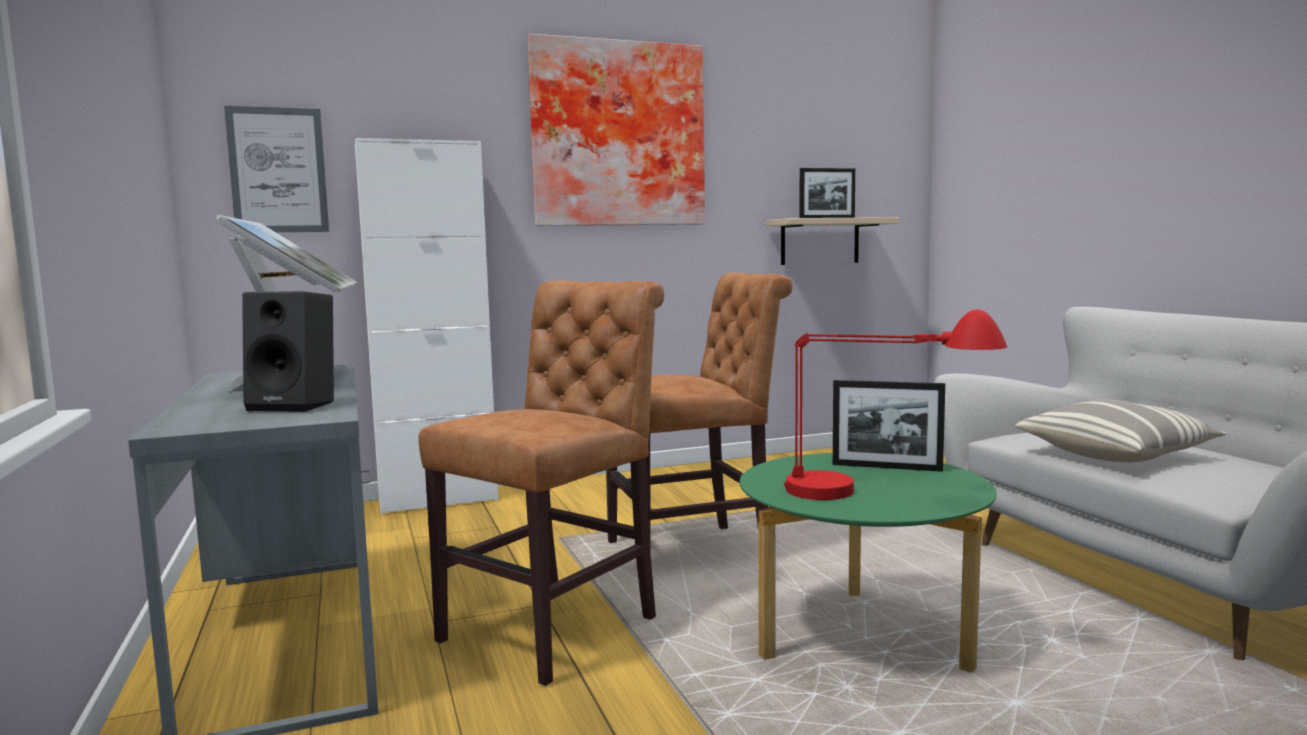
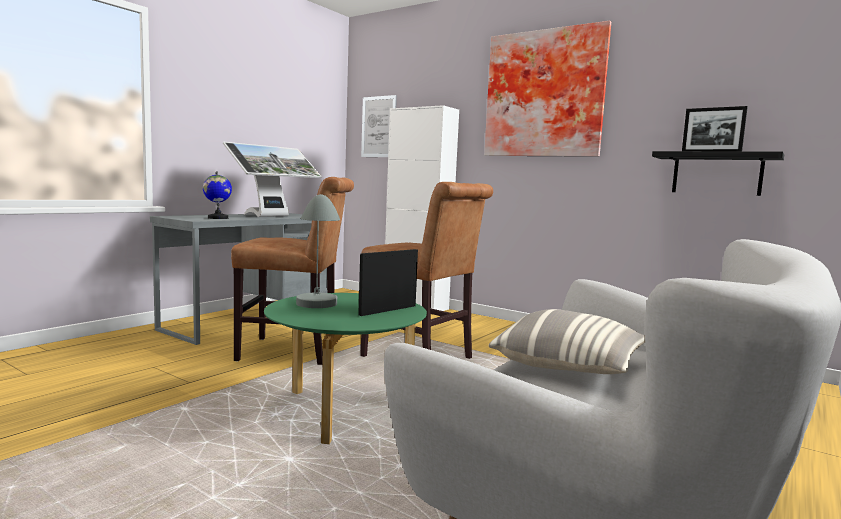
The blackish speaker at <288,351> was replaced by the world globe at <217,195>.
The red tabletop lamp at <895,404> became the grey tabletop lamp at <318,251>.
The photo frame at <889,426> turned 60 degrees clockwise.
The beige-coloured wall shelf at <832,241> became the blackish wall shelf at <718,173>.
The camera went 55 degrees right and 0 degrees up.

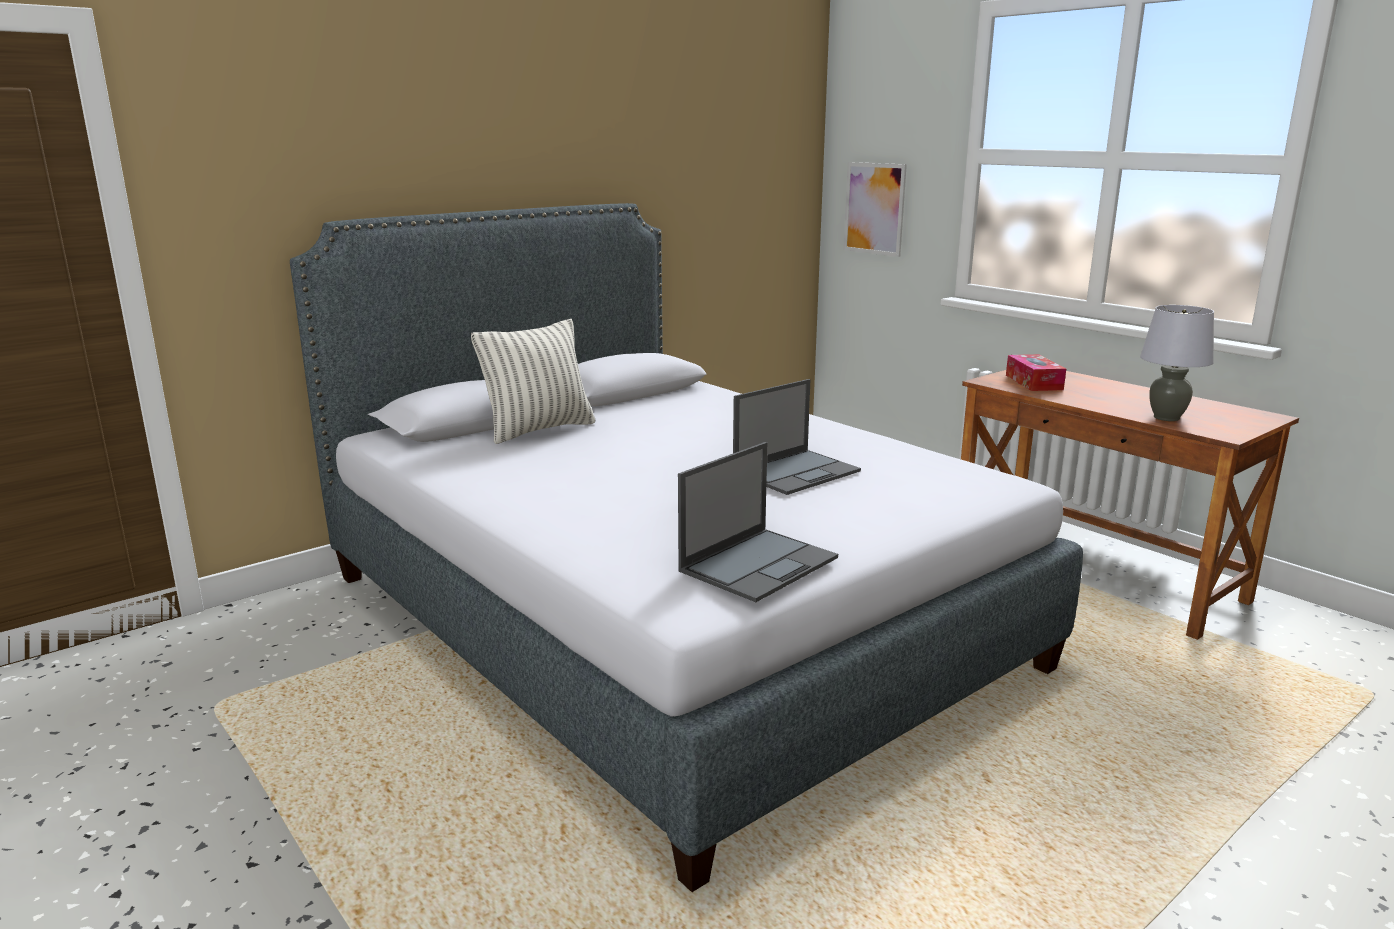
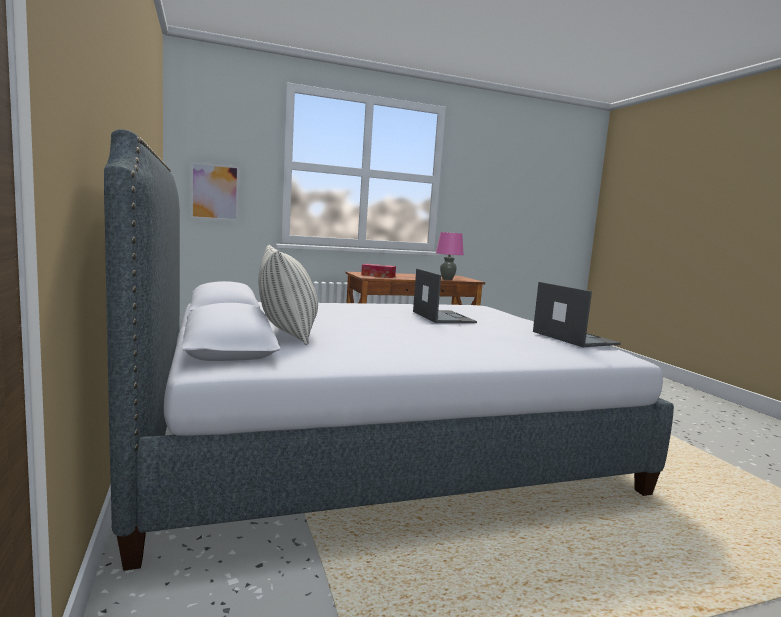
The grey tabletop lamp at <1177,363> became the pinkish tabletop lamp at <450,256>.
The camera went 70 degrees left and 10 degrees down.

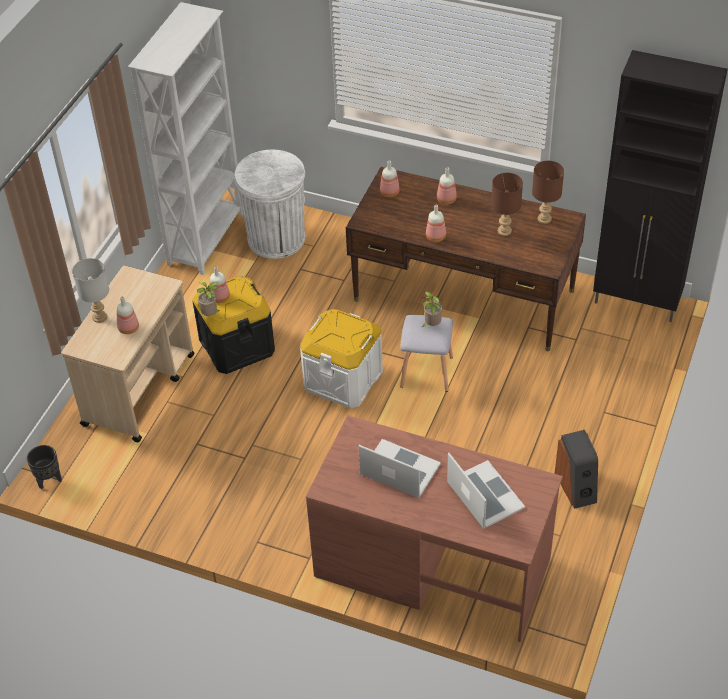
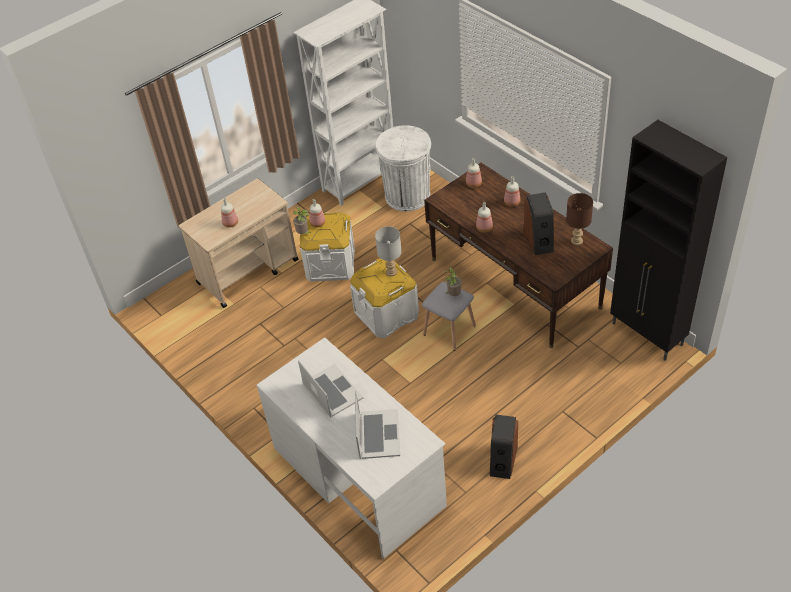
The brown-coloured desk at <434,528> became the white desk at <351,448>.
The blackish storage container at <233,325> became the white storage container at <327,247>.
The grey tabletop lamp moved from <90,290> to <388,251>.
The brown-coloured tabletop lamp at <507,204> was replaced by the speaker at <539,223>.
The blackish planter at <44,467> disappeared.
The camera went 30 degrees right and 0 degrees up.

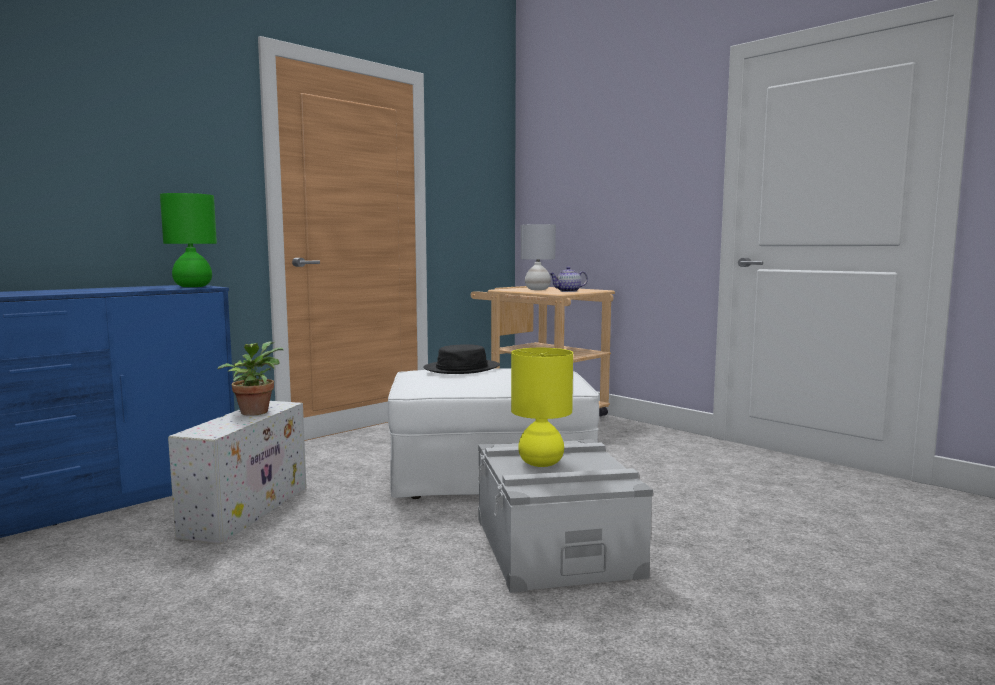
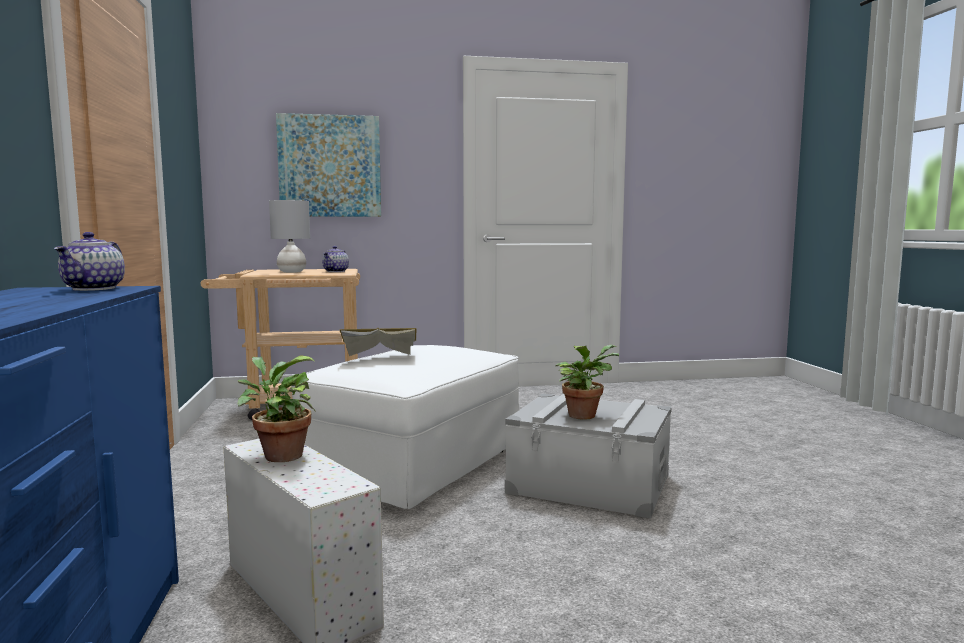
The greenish tabletop lamp at <188,240> was replaced by the pot for tea at <89,261>.
The wall picture at <328,165> appeared.
The blackish clothing hat at <461,359> was replaced by the volume at <377,342>.
The yellowish tabletop lamp at <542,407> was replaced by the houseplant at <587,382>.
The camera went 55 degrees left and 0 degrees up.

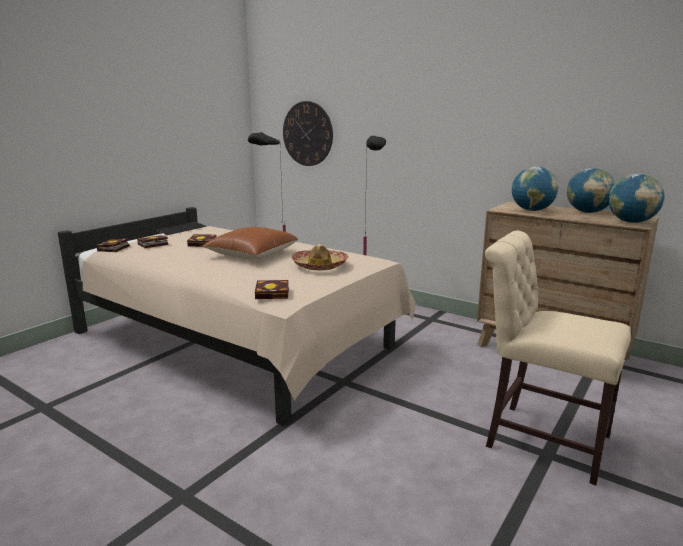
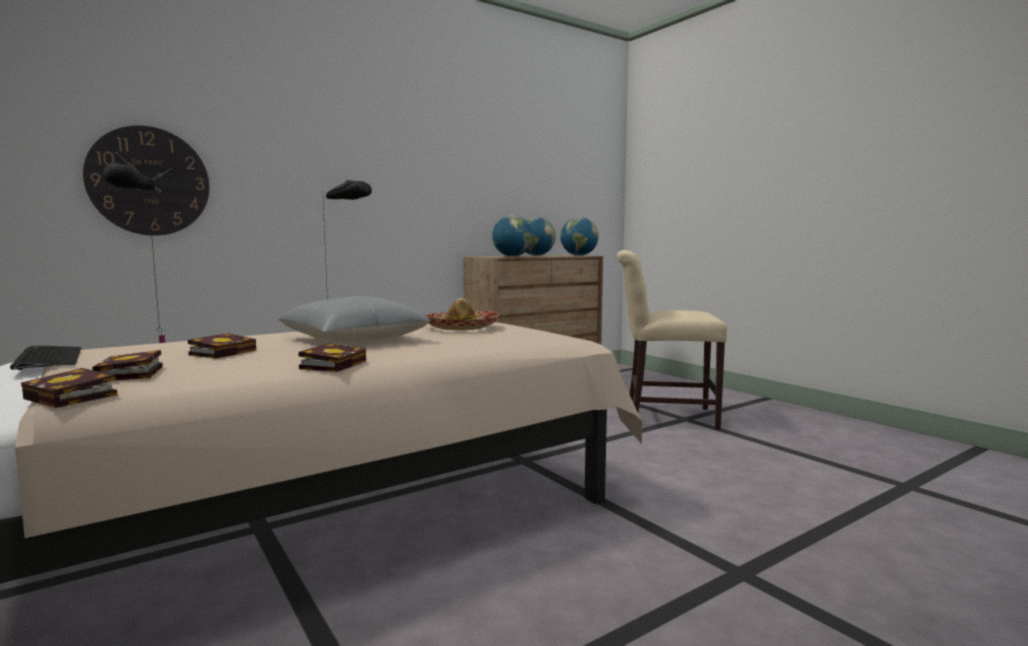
The brown-coloured throw pillow at <250,243> became the grey throw pillow at <354,320>.
The volume moved from <272,289> to <332,357>.
The beige-coloured plain chair at <558,357> turned 45 degrees clockwise.
The camera went 70 degrees left and 10 degrees down.

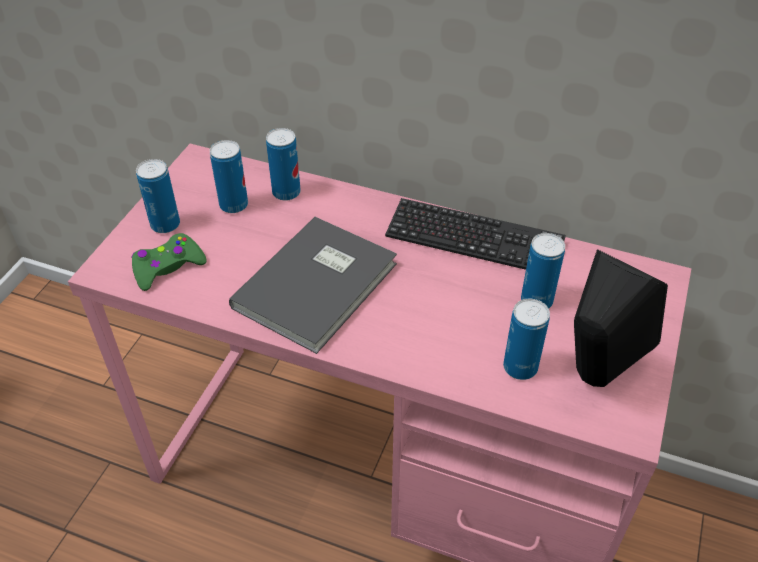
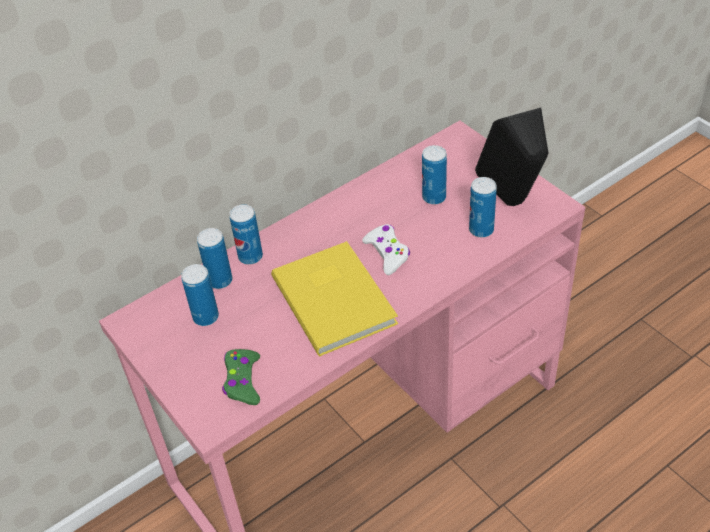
The metal can moved from <158,196> to <246,234>.
The grey volume at <313,285> became the yellowish volume at <334,299>.
The white gamepad at <386,249> appeared.
The PC keyboard at <475,234> disappeared.
The camera went 55 degrees left and 0 degrees up.

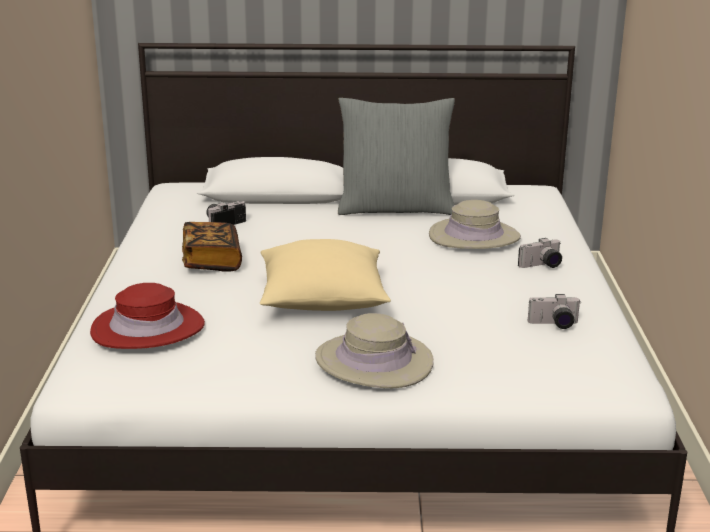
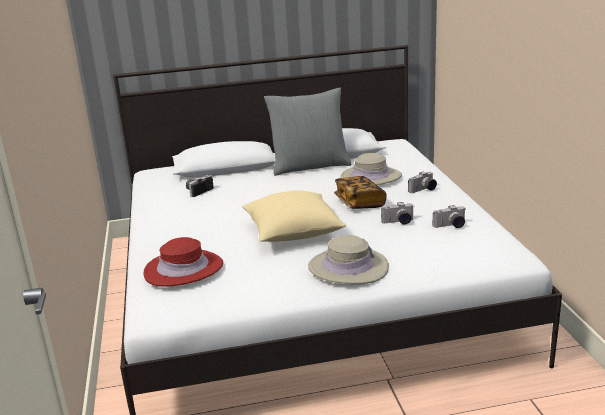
The volume moved from <212,247> to <360,192>.
The still camera at <397,213> appeared.
The camera went 10 degrees left and 0 degrees up.

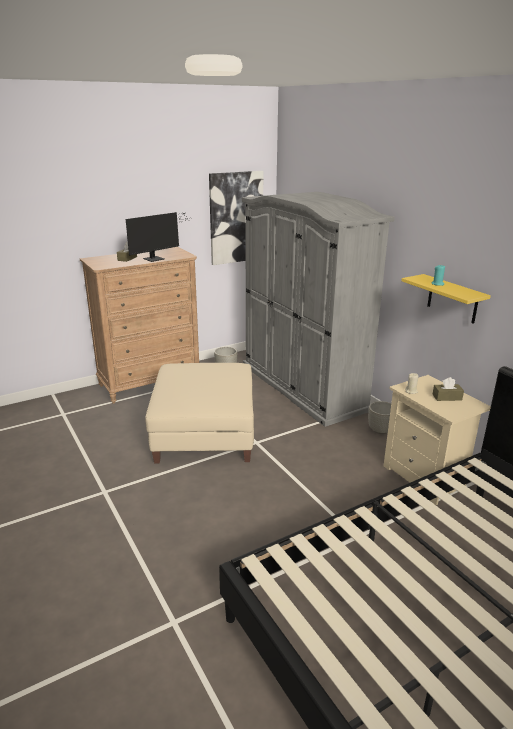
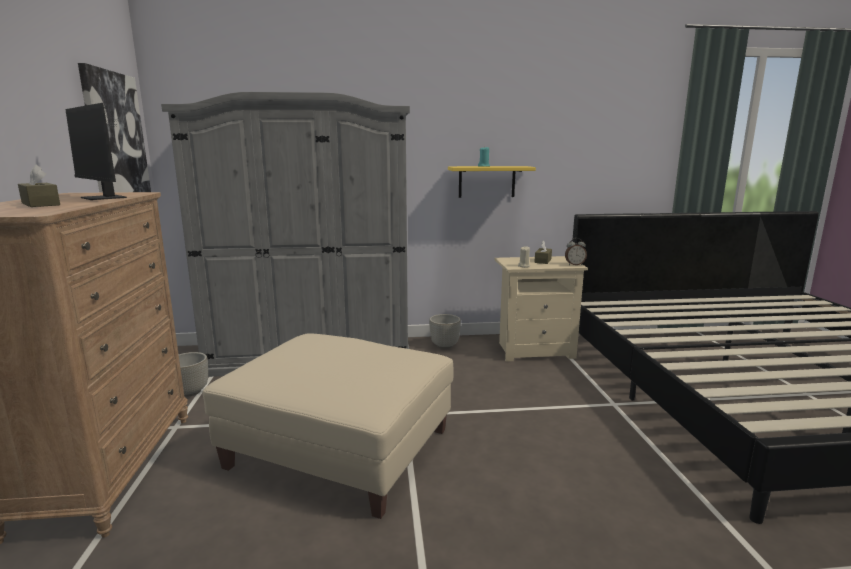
The computer screen at <157,237> turned 150 degrees clockwise.
The alarm clock at <576,251> appeared.
The camera went 65 degrees left and 10 degrees down.

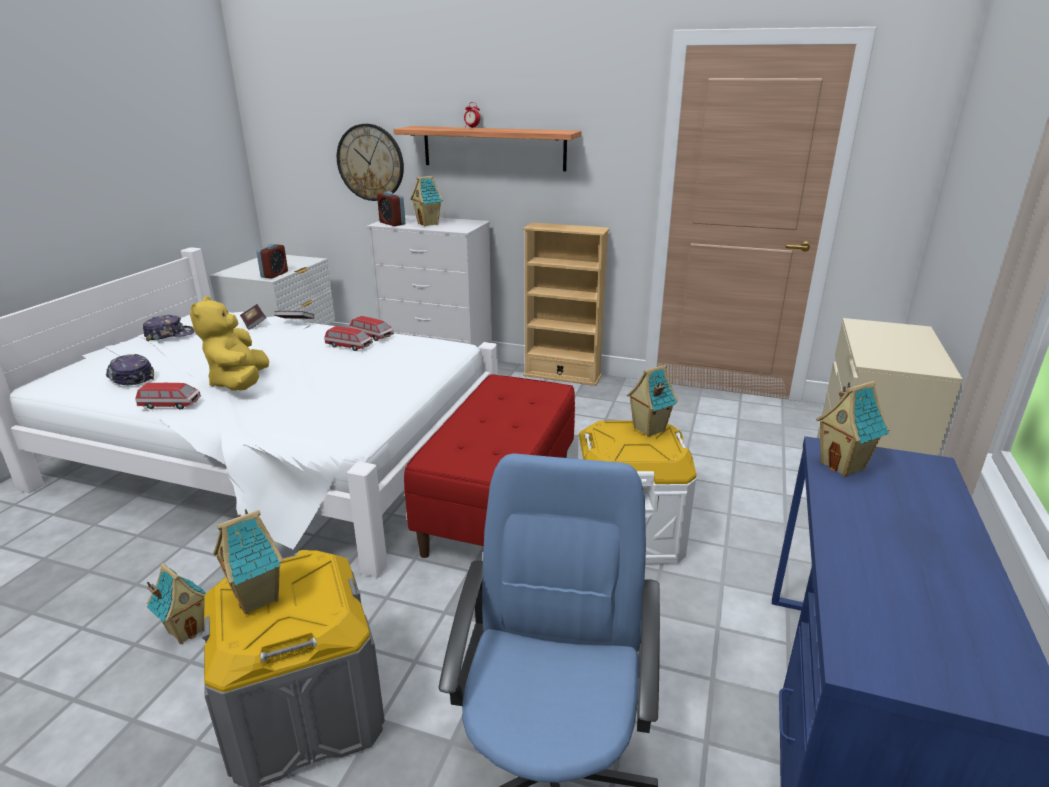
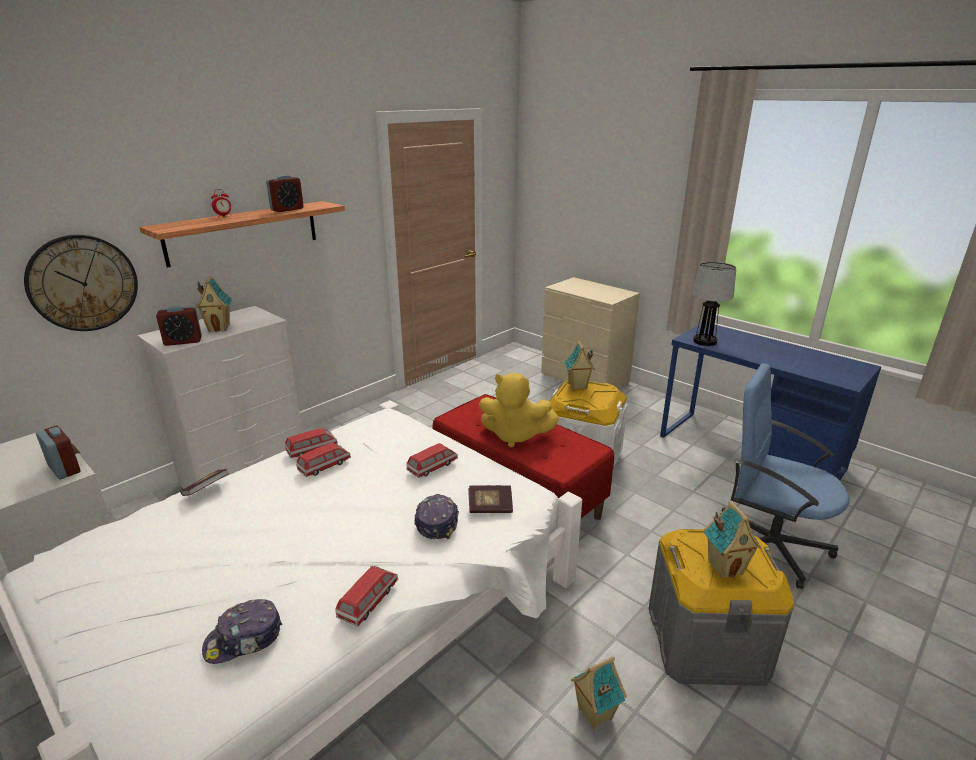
The alarm clock at <285,193> appeared.
The toy car at <432,460> appeared.
The cap moved from <168,328> to <437,517>.
The volume moved from <253,317> to <490,499>.
The yellowish plush toy moved from <229,343> to <519,410>.
The miniature house at <853,429> was replaced by the tabletop lamp at <714,304>.
The beige-coloured bookcase at <566,304> disappeared.
The camera went 65 degrees left and 0 degrees up.

